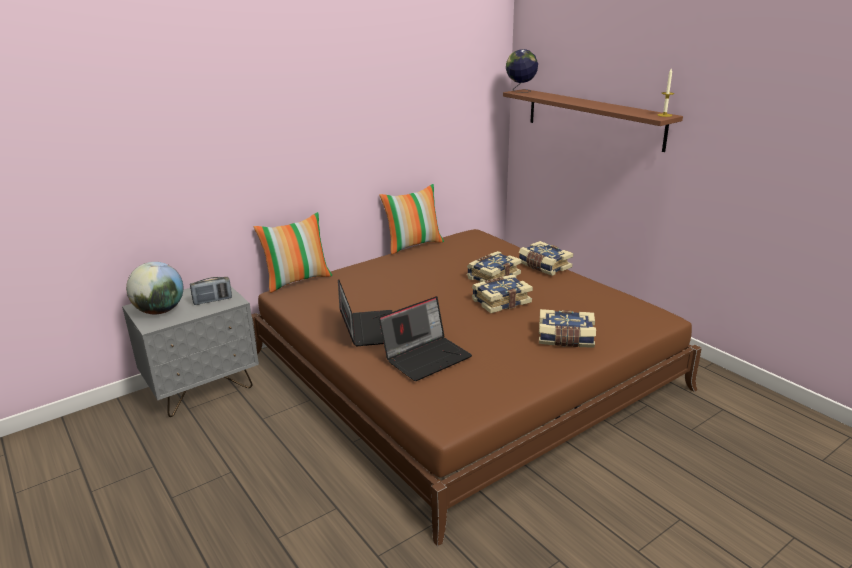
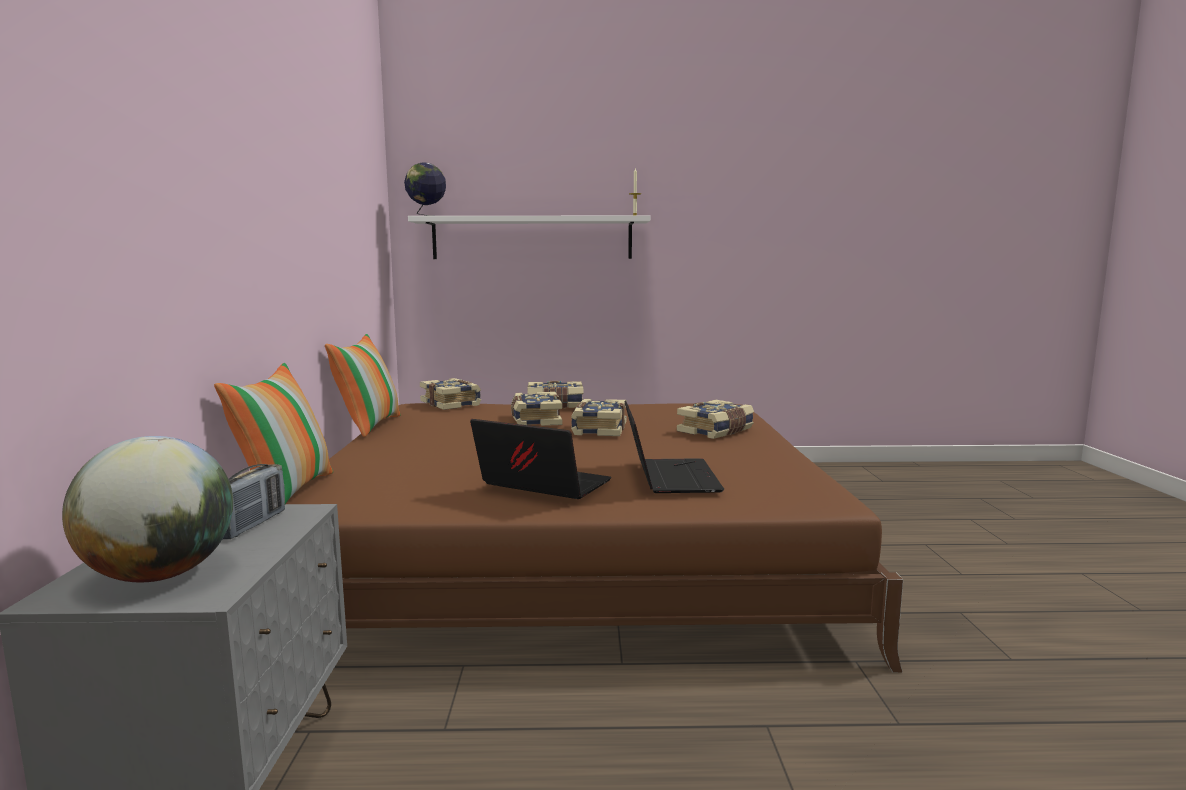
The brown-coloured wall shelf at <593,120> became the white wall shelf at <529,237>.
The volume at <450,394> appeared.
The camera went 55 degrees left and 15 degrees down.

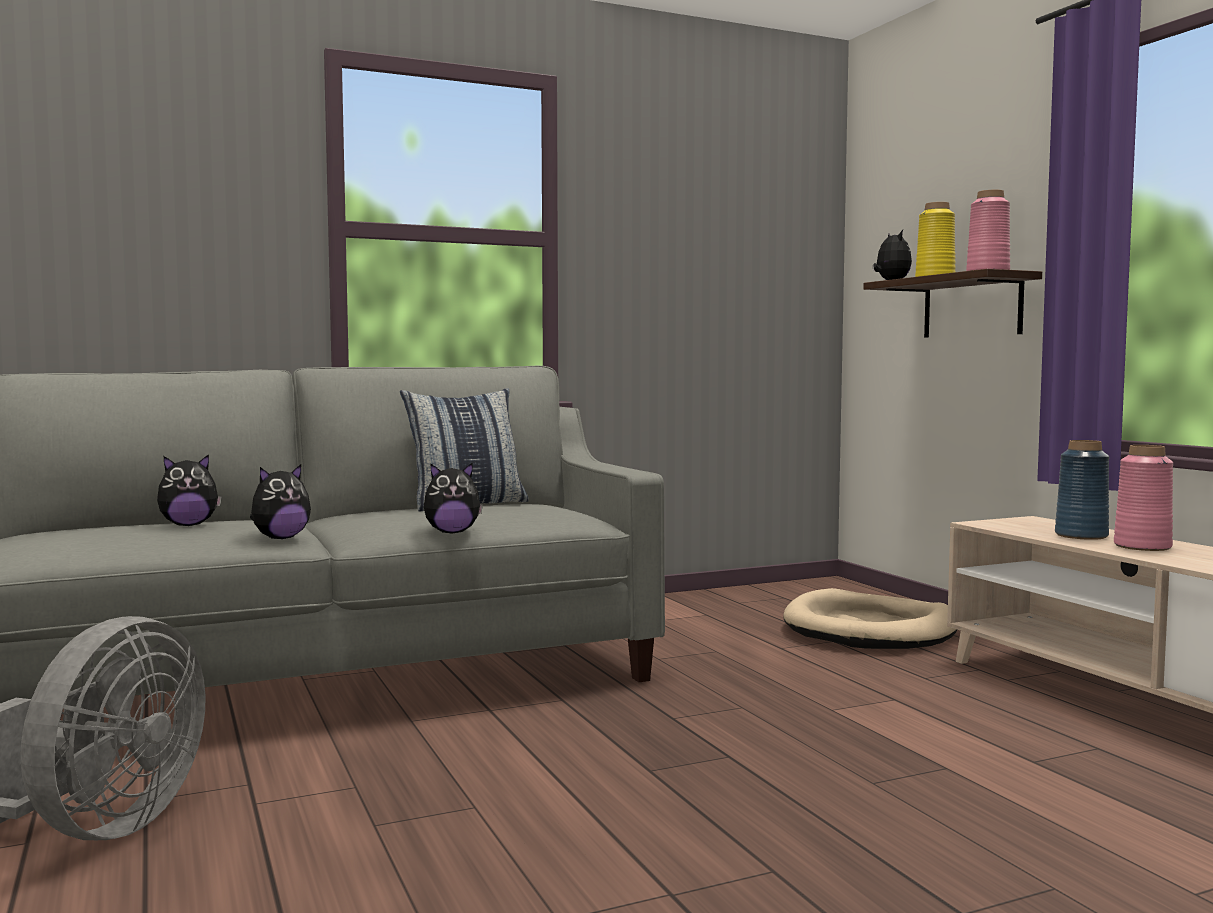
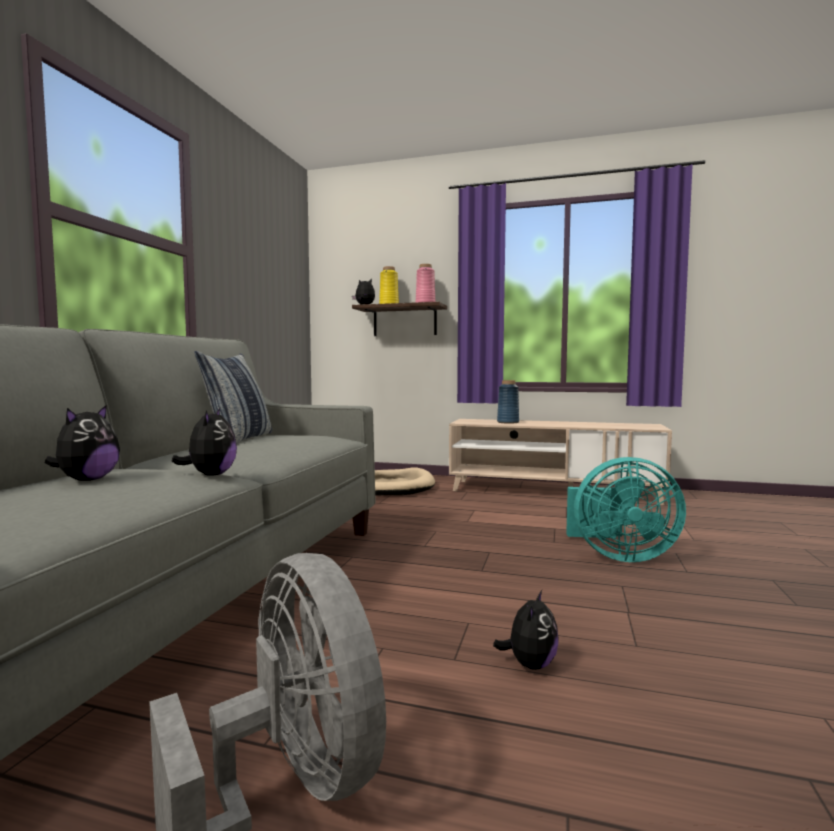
The plush toy moved from <453,498> to <526,630>.
The turquoise electric fan at <626,509> appeared.
The pinkish vase at <1143,498> disappeared.
The camera went 50 degrees left and 0 degrees up.

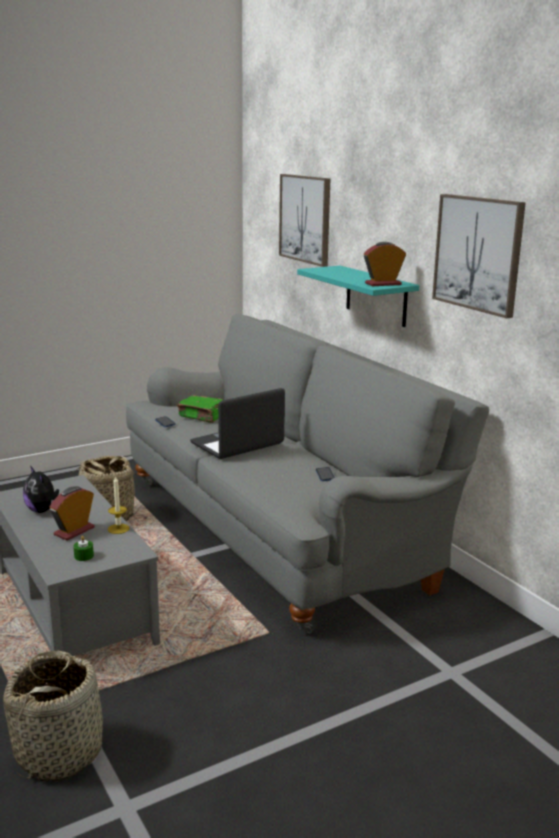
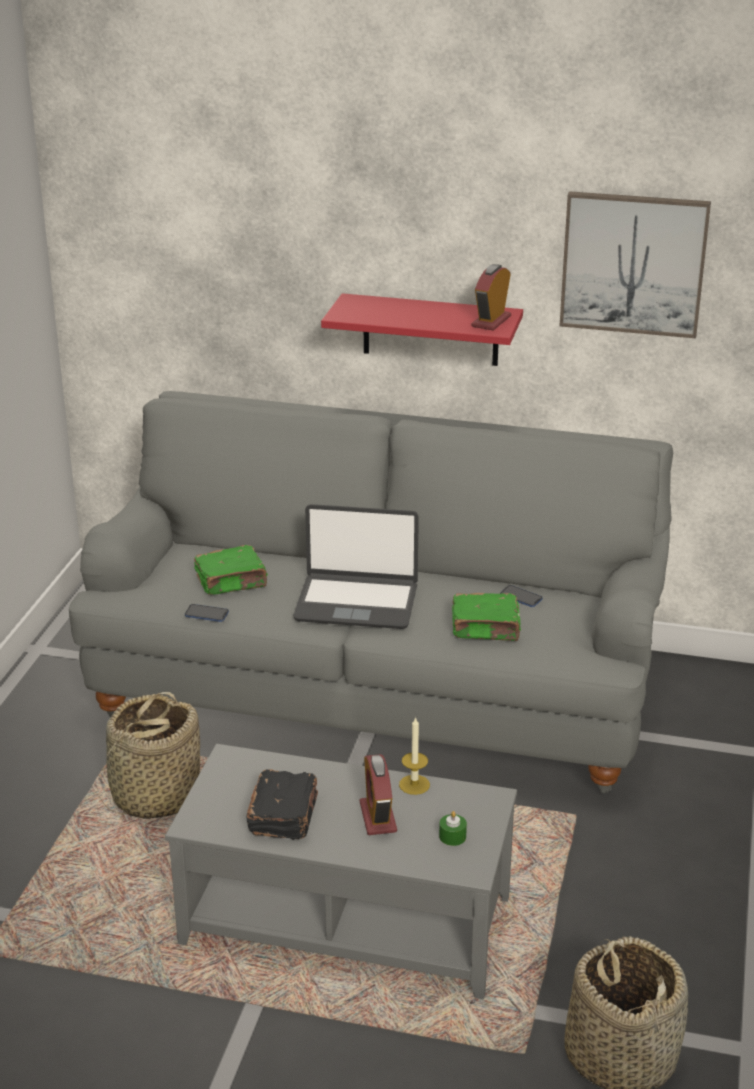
The plush toy at <41,489> was replaced by the blackish volume at <282,804>.
The notebook computer at <237,423> turned 90 degrees counterclockwise.
The turquoise wall shelf at <358,296> became the red wall shelf at <422,329>.
The greenish volume at <486,617> appeared.
The wall picture at <304,220> disappeared.
The camera went 45 degrees left and 10 degrees up.

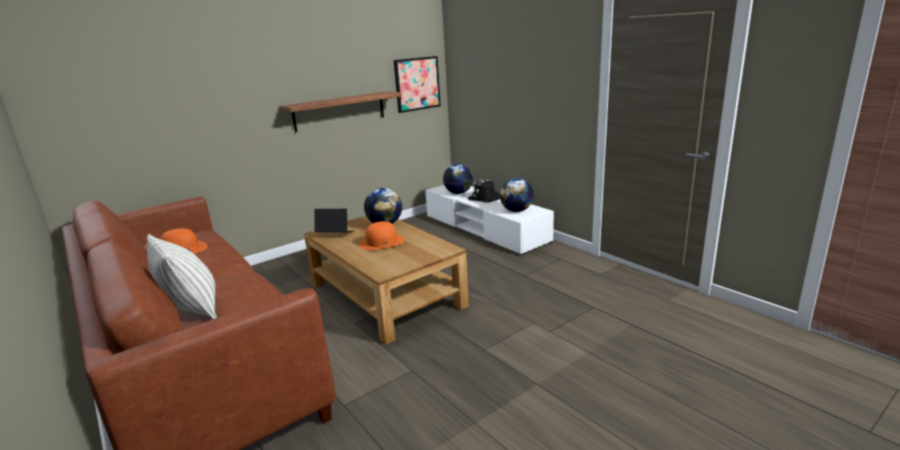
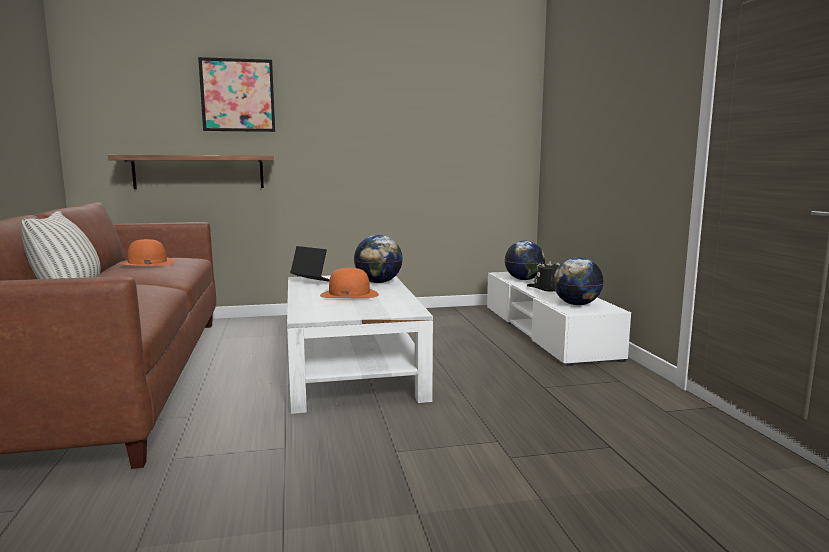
The wall shelf moved from <341,111> to <191,172>.
The wall picture moved from <417,84> to <236,94>.
The brown-coloured low table at <386,280> became the white low table at <360,344>.
The camera went 25 degrees right and 10 degrees down.

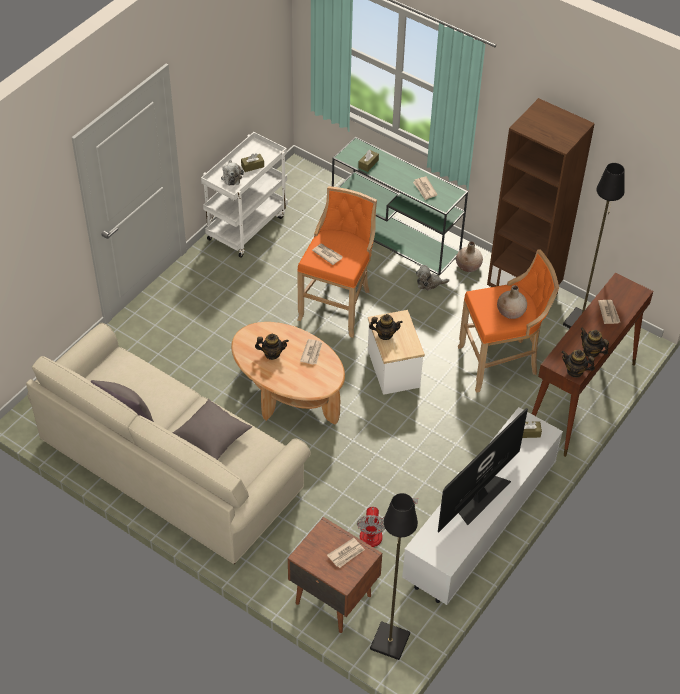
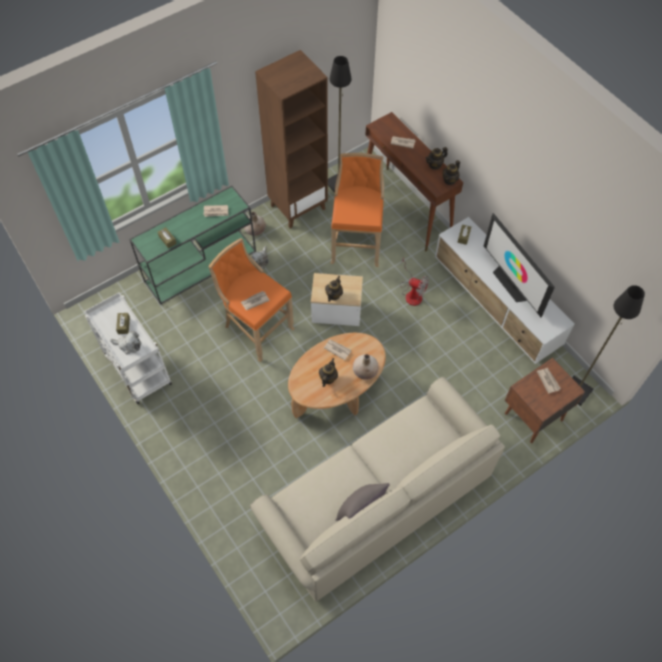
The beige-coloured vase moved from <512,302> to <366,367>.
The electric fan moved from <387,522> to <414,281>.
The grey throw pillow at <212,429> disappeared.
The camera went 70 degrees left and 10 degrees up.

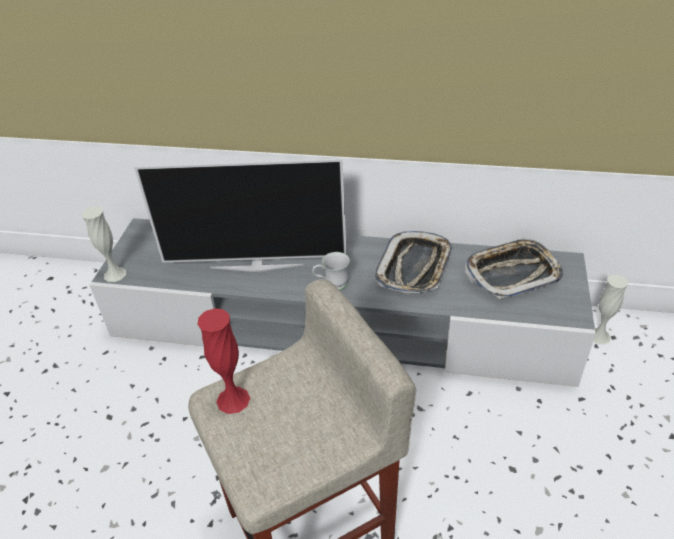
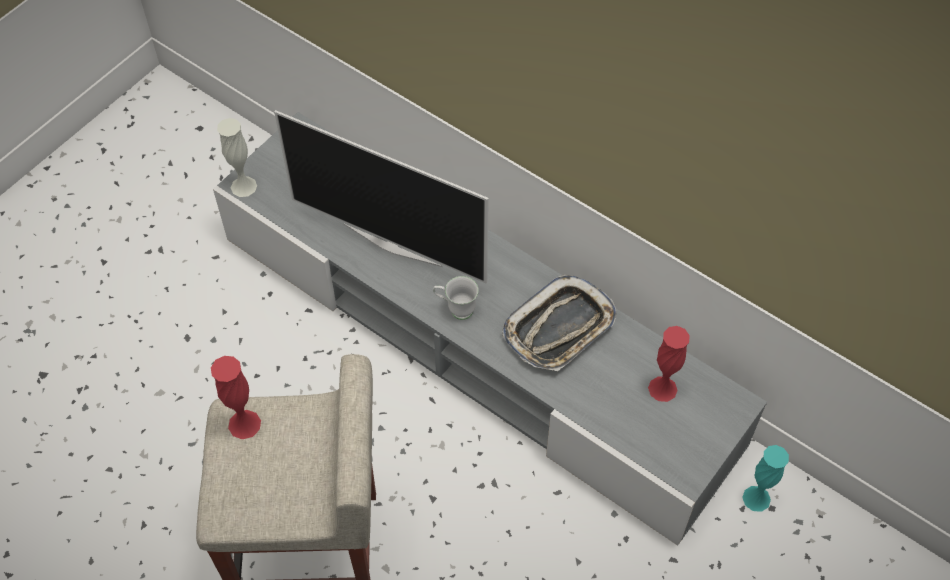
The serving tray at <514,268> was replaced by the red vase at <669,364>.
The white vase at <610,309> became the turquoise vase at <765,478>.
The camera went 25 degrees right and 15 degrees up.

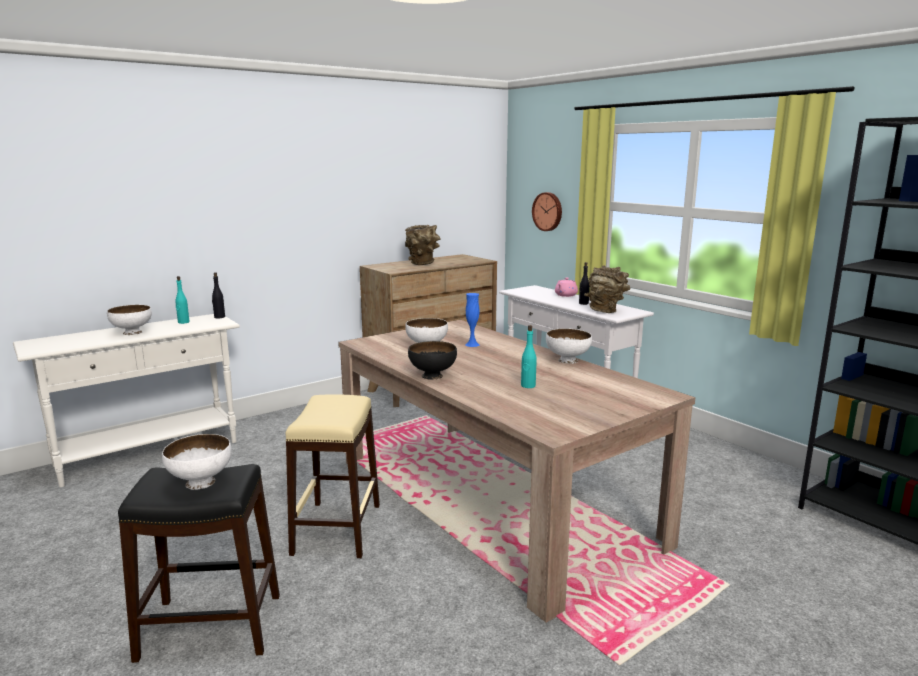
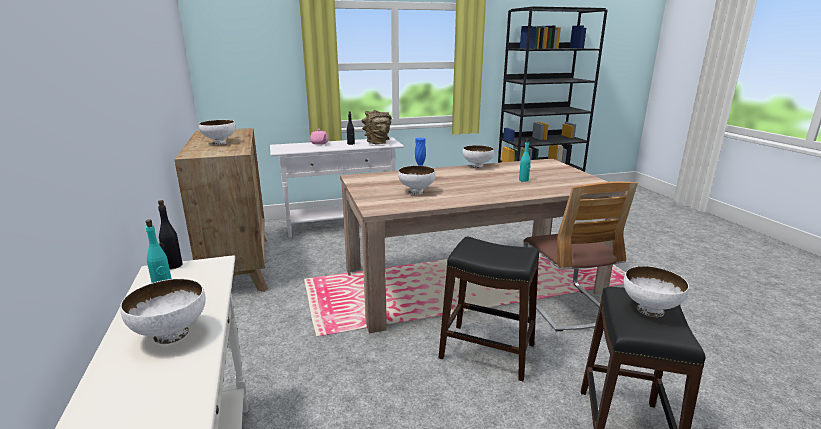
The brown-coloured vase at <423,245> was replaced by the white bowl at <217,132>.
The beige-coloured stool at <333,476> became the blackish stool at <488,309>.
The plain chair at <580,256> appeared.
The blackish bowl at <432,360> disappeared.
The clock on the wall at <547,211> disappeared.
The camera went 70 degrees left and 5 degrees up.

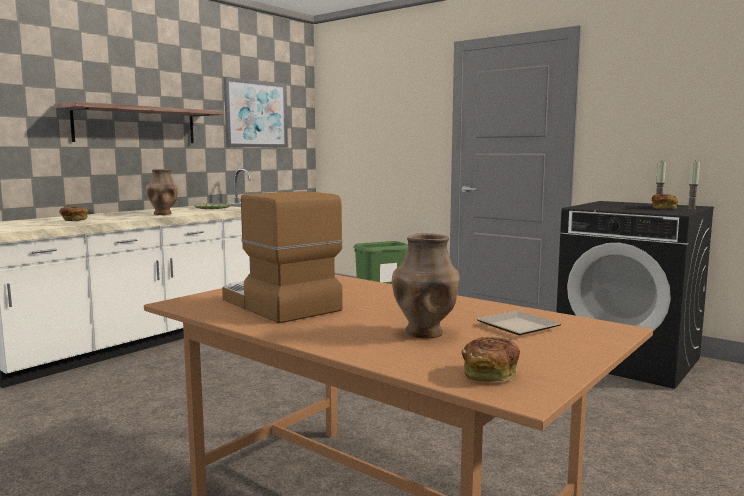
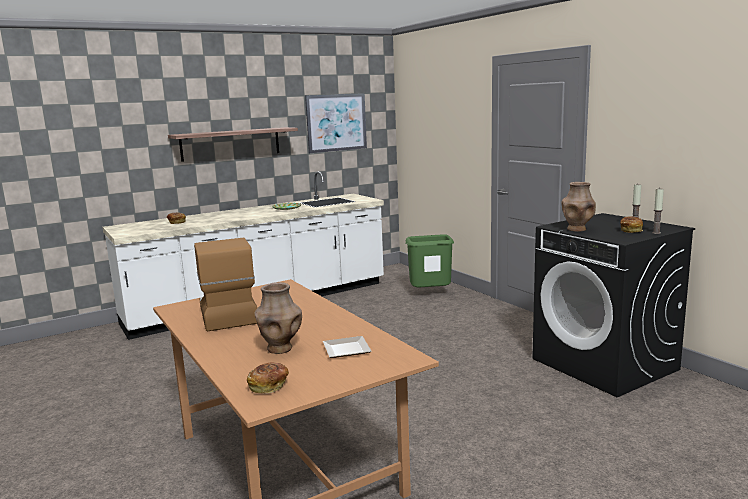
The brown-coloured vase moved from <162,192> to <578,207>.
The camera went 20 degrees right and 5 degrees up.

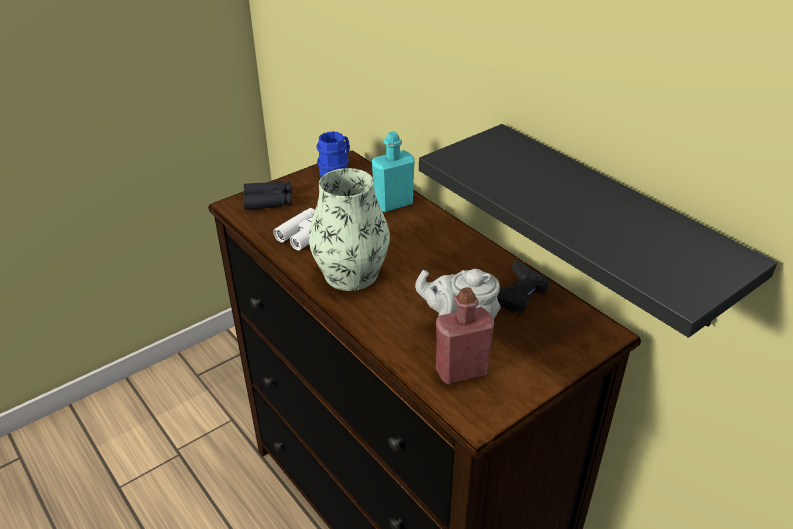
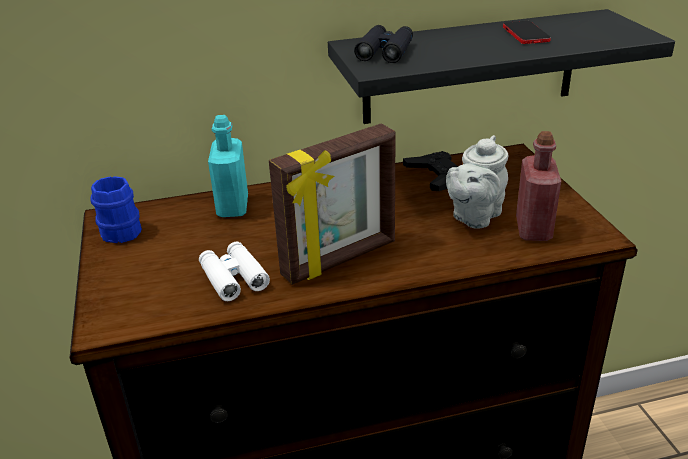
The vase at <349,229> was replaced by the photo frame at <332,204>.
The blackish binoculars moved from <267,196> to <383,44>.
The handset at <527,32> appeared.
The camera went 65 degrees left and 5 degrees down.

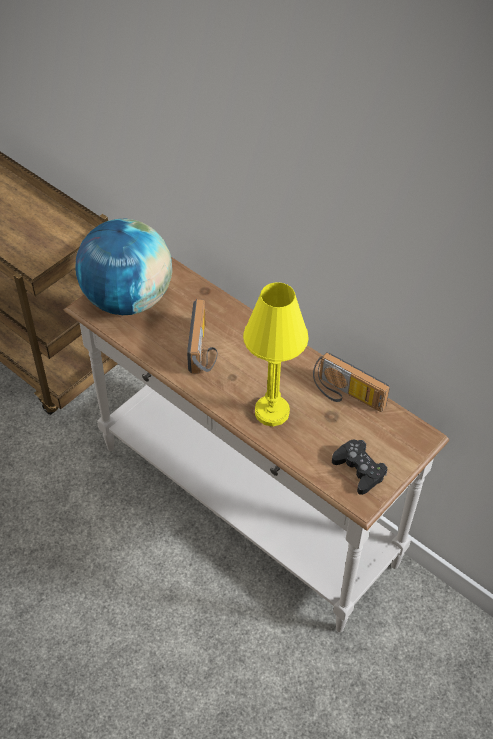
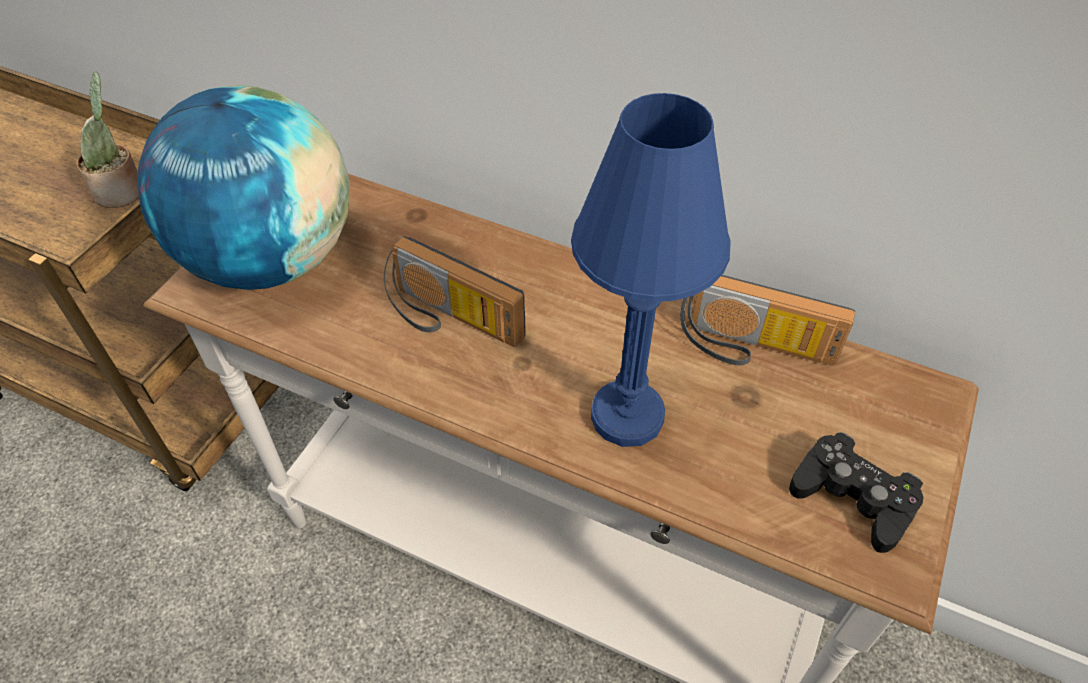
The houseplant at <108,140> appeared.
The radio at <202,336> turned 135 degrees clockwise.
The yellowish tabletop lamp at <276,354> became the bluish tabletop lamp at <651,270>.
The camera went 15 degrees left and 0 degrees up.

